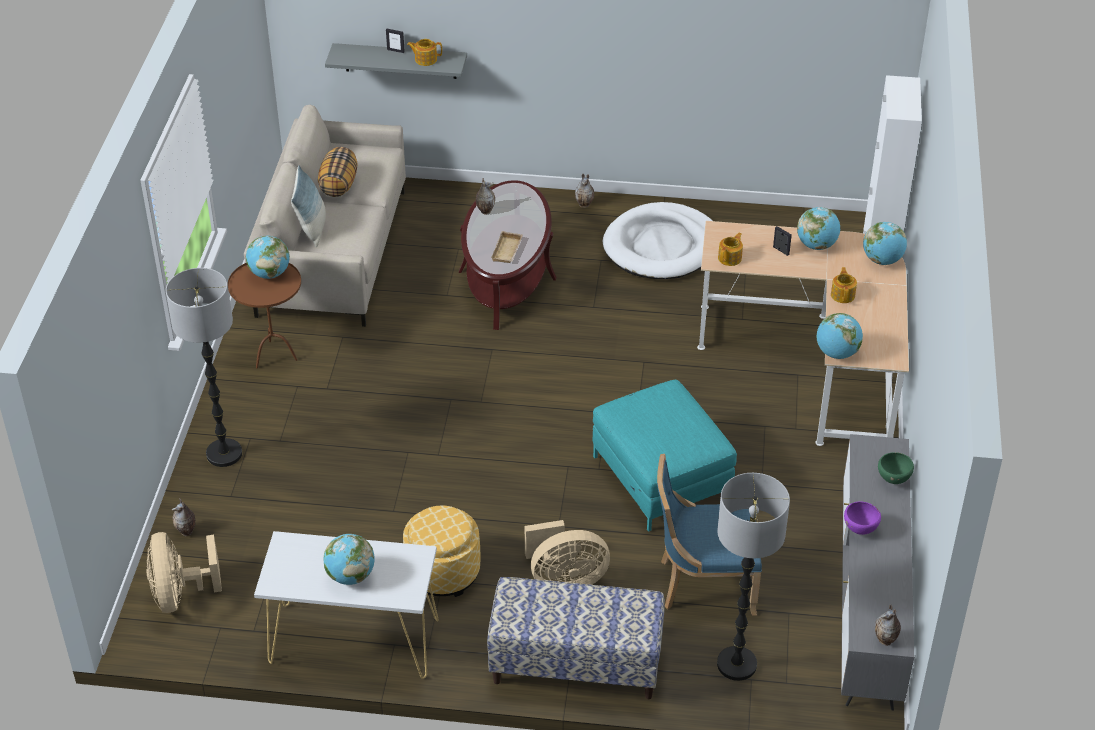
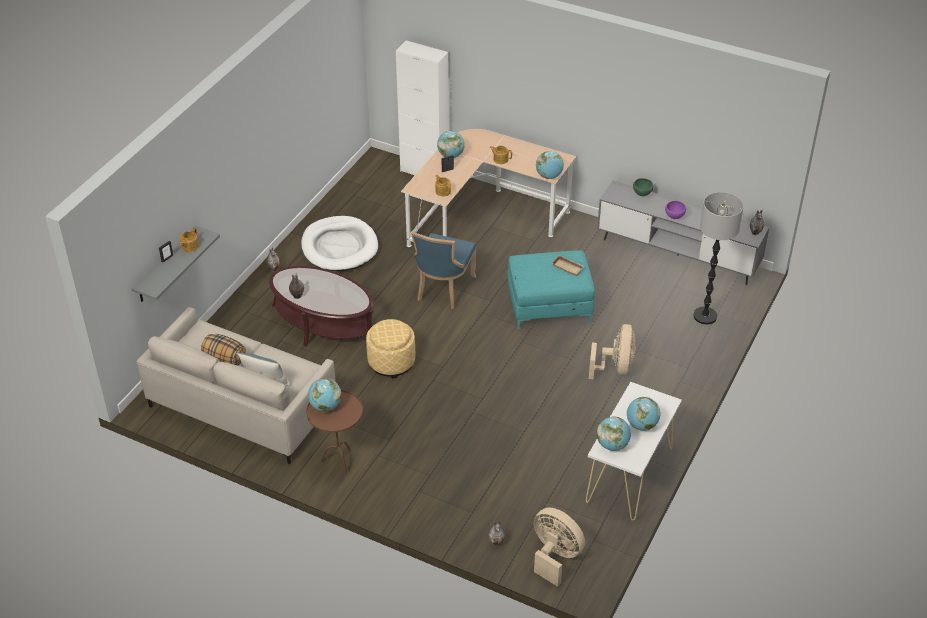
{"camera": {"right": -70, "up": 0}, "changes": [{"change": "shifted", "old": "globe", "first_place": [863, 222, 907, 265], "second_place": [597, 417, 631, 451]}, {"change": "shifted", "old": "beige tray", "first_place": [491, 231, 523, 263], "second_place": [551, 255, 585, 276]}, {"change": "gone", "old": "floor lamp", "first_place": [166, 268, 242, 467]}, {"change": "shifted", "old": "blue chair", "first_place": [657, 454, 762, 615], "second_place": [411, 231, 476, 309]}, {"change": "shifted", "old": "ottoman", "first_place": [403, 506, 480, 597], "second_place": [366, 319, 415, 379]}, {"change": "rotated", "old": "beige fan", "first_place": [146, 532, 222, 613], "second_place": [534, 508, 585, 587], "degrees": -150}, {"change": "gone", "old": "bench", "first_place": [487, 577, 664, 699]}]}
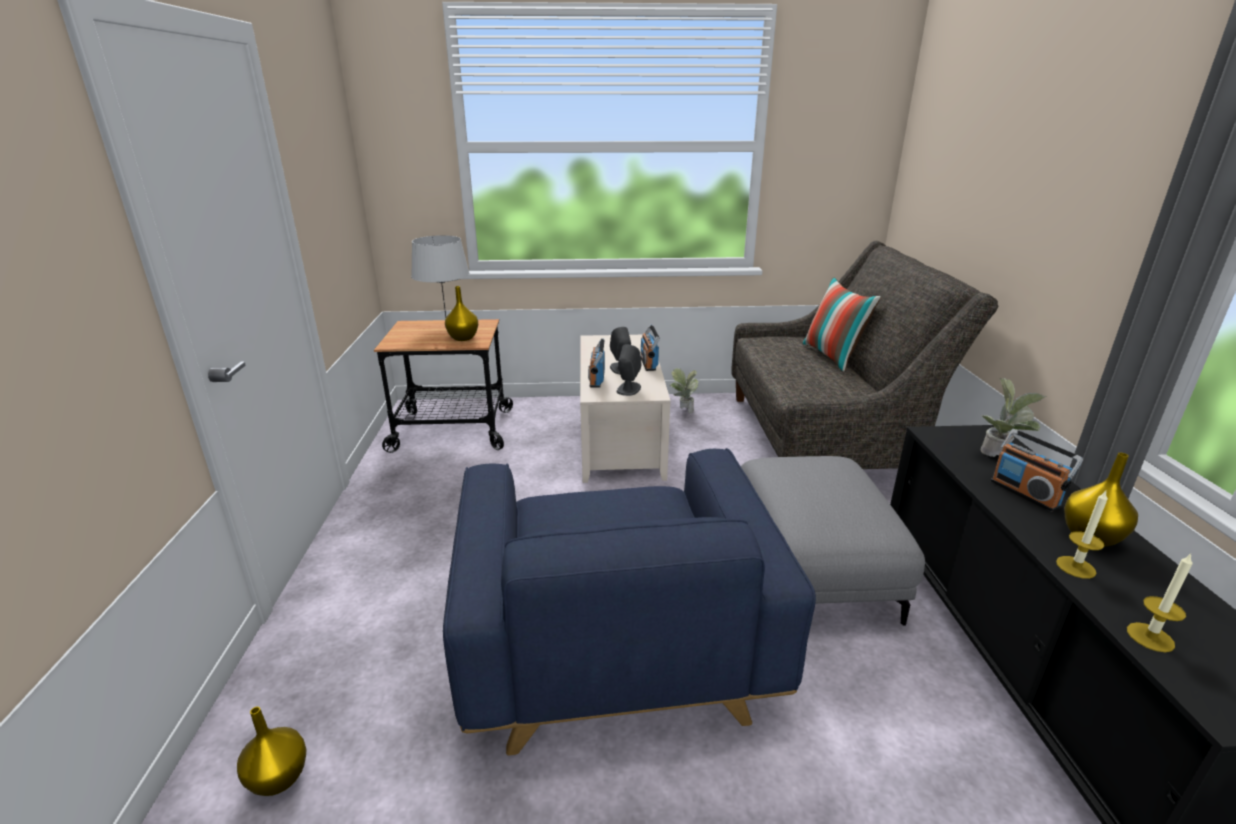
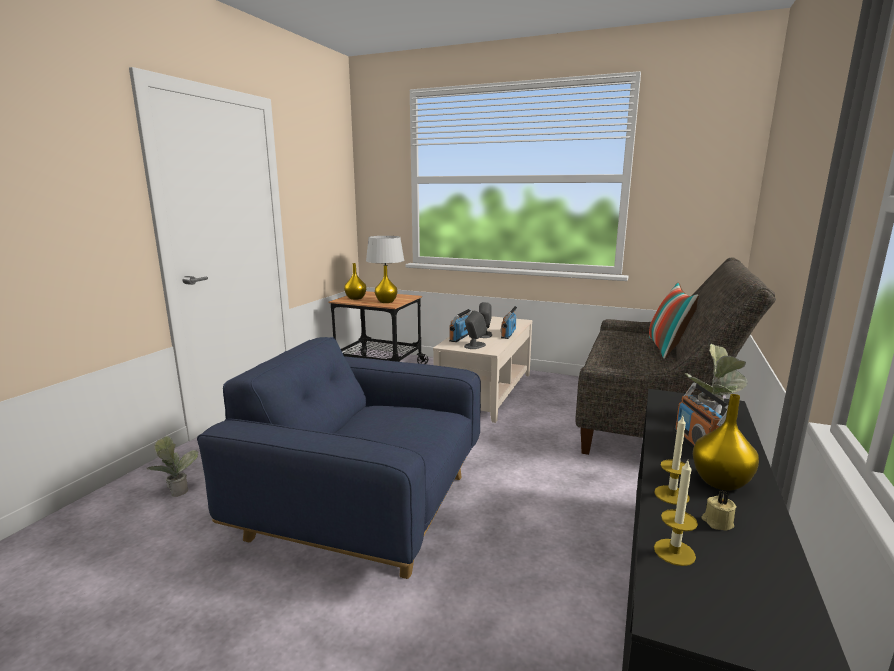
{"camera": {"right": 25, "up": -10}, "changes": [{"change": "shifted", "old": "potted plant", "first_place": [670, 368, 699, 413], "second_place": [147, 436, 198, 497]}, {"change": "rotated", "old": "blue armchair", "first_place": [443, 448, 816, 755], "second_place": [197, 337, 481, 579], "degrees": 90}, {"change": "gone", "old": "grey ottoman", "first_place": [741, 456, 925, 626]}, {"change": "shifted", "old": "yellow vase", "first_place": [237, 707, 307, 796], "second_place": [344, 263, 366, 300]}, {"change": "new", "new": "beige candle", "second_place": [701, 490, 736, 530]}]}
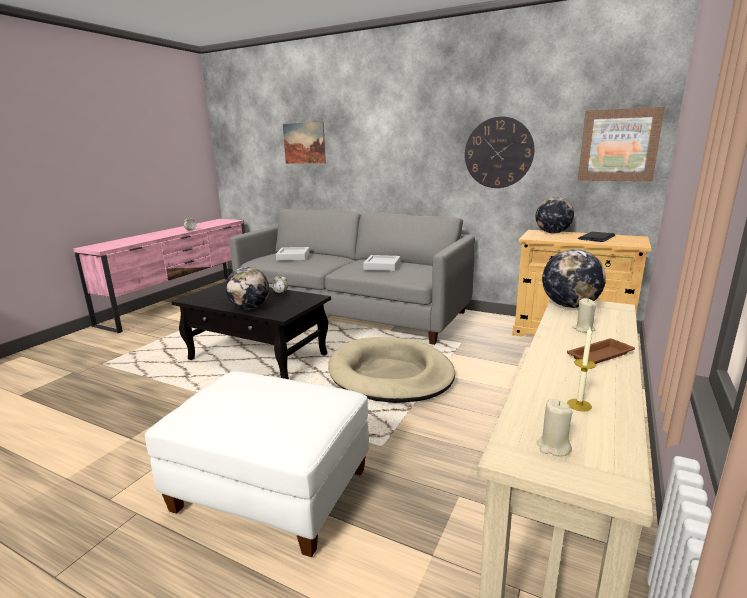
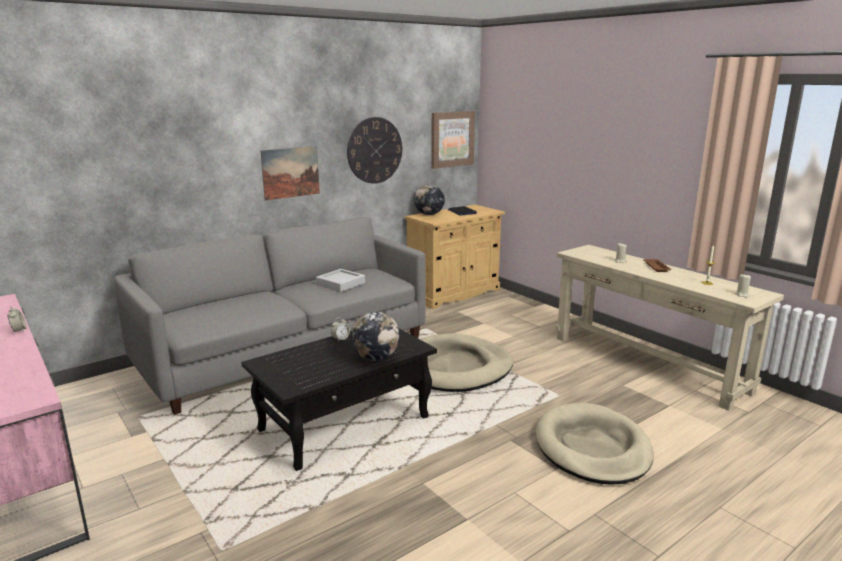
{"camera": {"right": -65, "up": 0}, "changes": [{"change": "shifted", "old": "picture", "first_place": [283, 122, 326, 164], "second_place": [261, 146, 320, 201]}, {"change": "gone", "old": "grey tray", "first_place": [276, 247, 309, 261]}, {"change": "gone", "old": "globe", "first_place": [542, 249, 606, 308]}, {"change": "swapped", "old": "white ottoman", "new": "beige dog bed", "first_place": [145, 371, 369, 557], "second_place": [535, 403, 653, 485]}]}
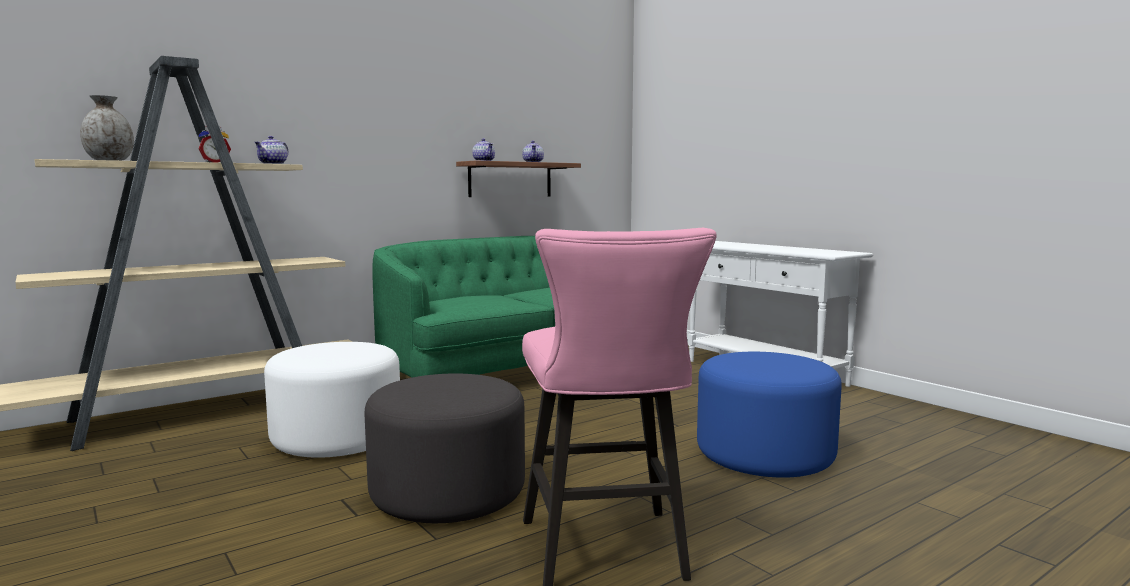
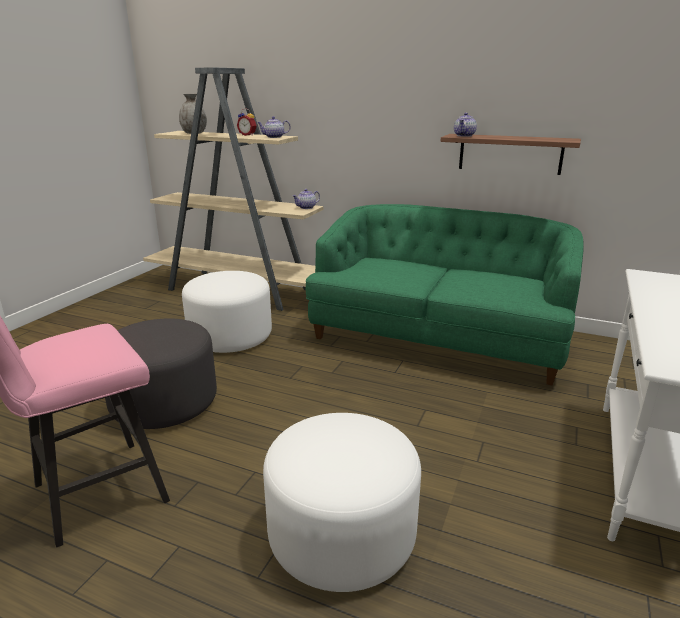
{"camera": {"right": 60, "up": 15}, "changes": [{"change": "shifted", "old": "teapot", "first_place": [522, 141, 544, 162], "second_place": [292, 189, 320, 209]}, {"change": "repainted", "old": "blue ottoman", "new": "white ottoman", "first_place": [697, 352, 841, 478], "second_place": [263, 413, 421, 592]}]}
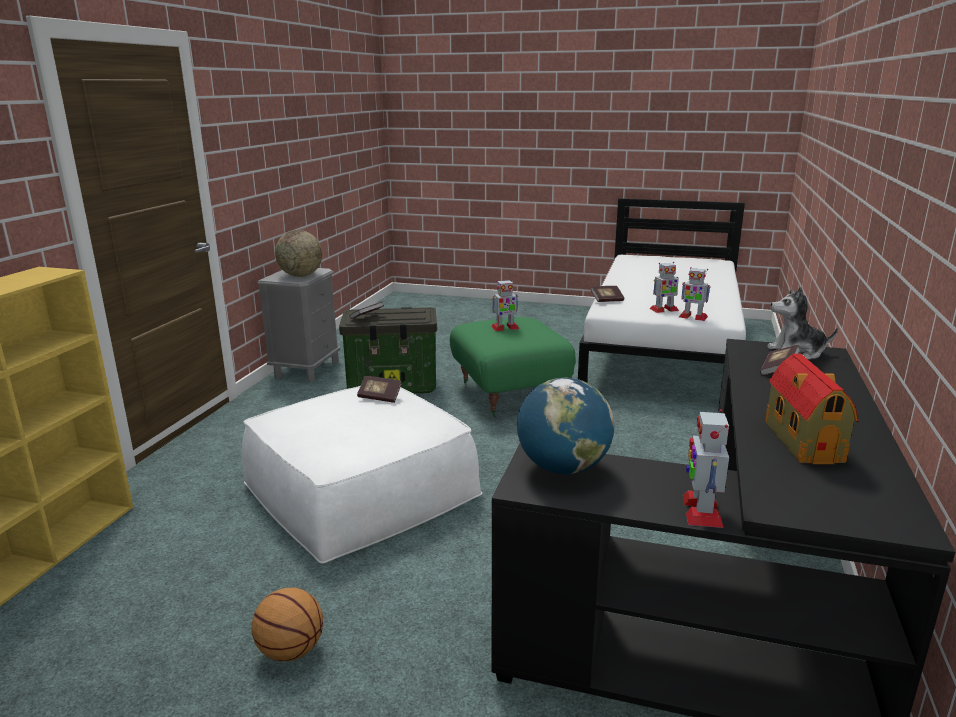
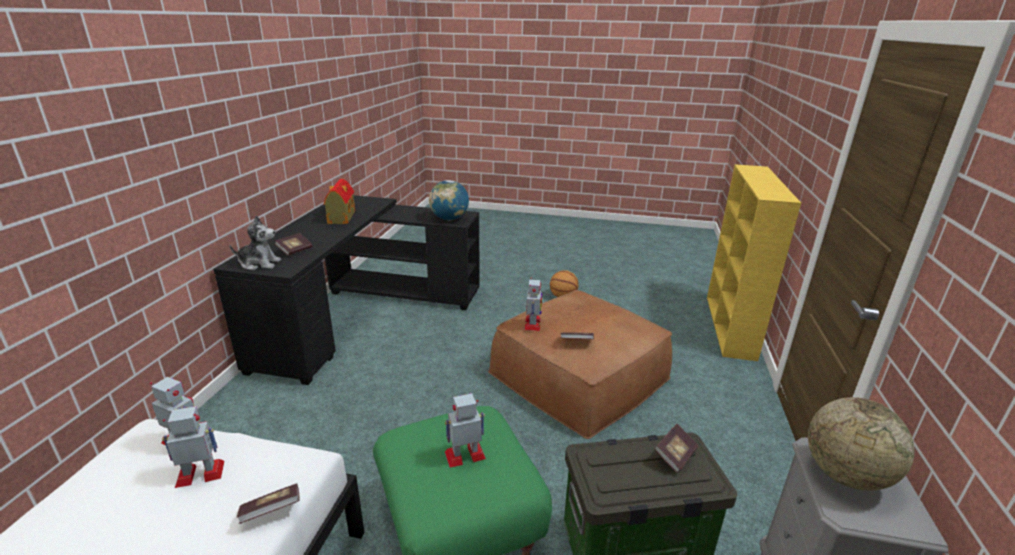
{"camera": {"right": 175, "up": 5}, "changes": [{"change": "repainted", "old": "white ottoman", "new": "brown ottoman", "first_place": [242, 386, 482, 564], "second_place": [488, 290, 672, 439]}, {"change": "shifted", "old": "toy robot", "first_place": [683, 409, 729, 528], "second_place": [525, 278, 542, 331]}]}
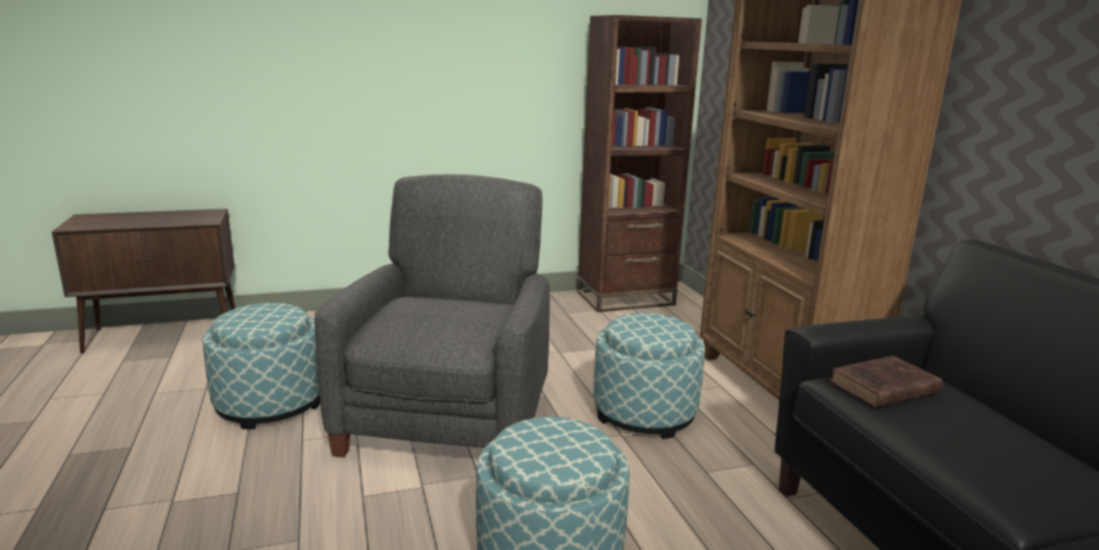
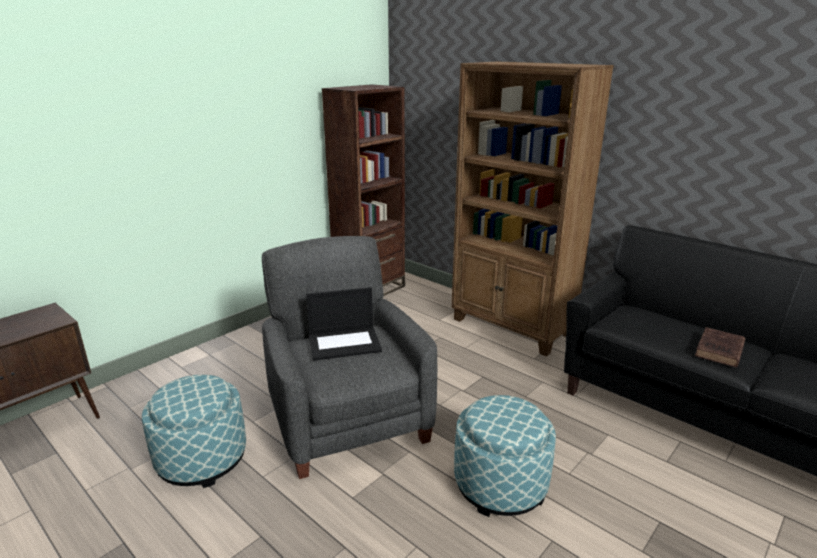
{"camera": {"right": -30, "up": 5}, "changes": [{"change": "gone", "old": "ottoman", "first_place": [593, 313, 705, 439]}, {"change": "shifted", "old": "brown book", "first_place": [830, 356, 943, 407], "second_place": [695, 327, 745, 367]}, {"change": "new", "new": "laptop", "second_place": [306, 287, 382, 361]}]}
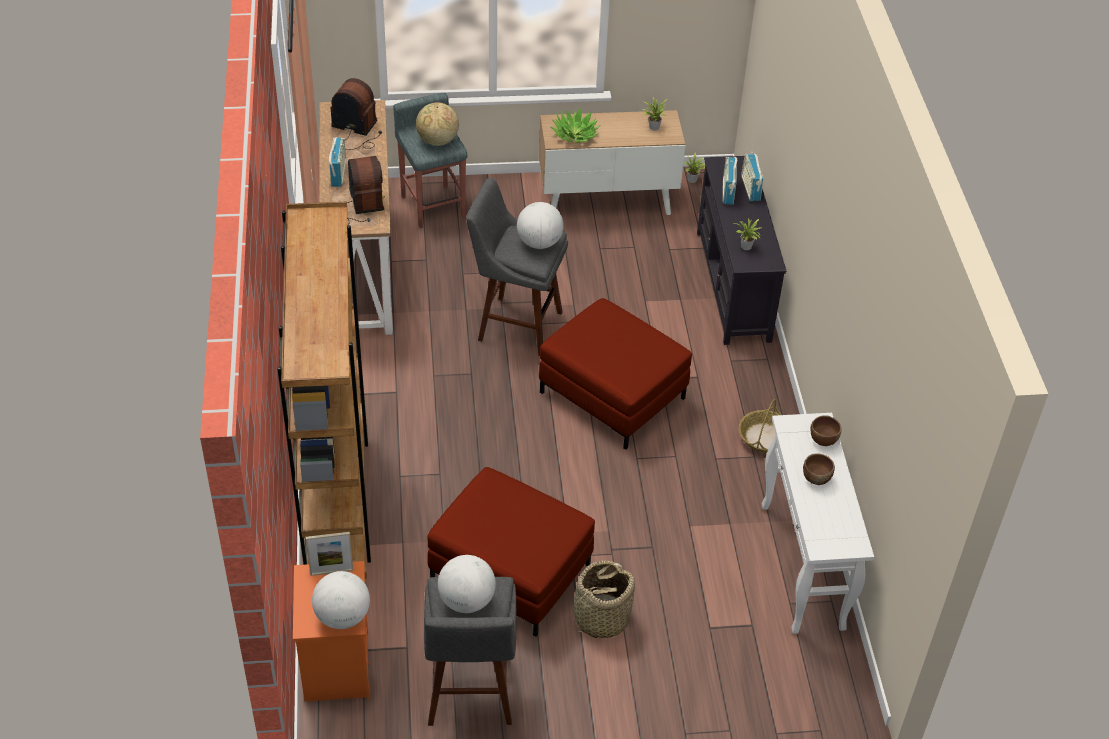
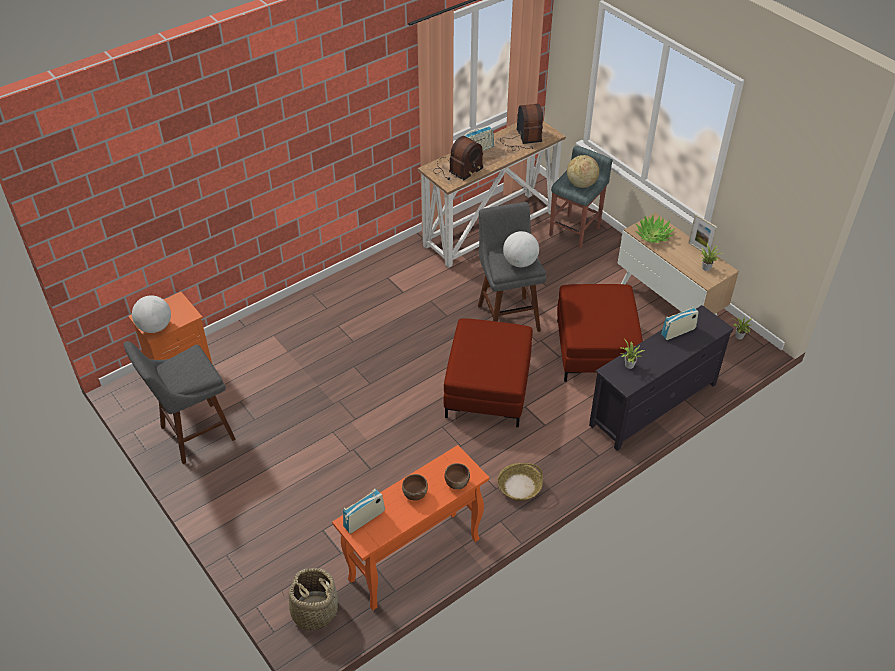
{"camera": {"right": 60, "up": 0}, "changes": [{"change": "shifted", "old": "radio", "first_place": [741, 152, 763, 201], "second_place": [343, 489, 385, 533]}, {"change": "gone", "old": "brown bookcase", "first_place": [277, 201, 371, 578]}, {"change": "repainted", "old": "white console table", "new": "orange console table", "first_place": [762, 413, 874, 634], "second_place": [332, 445, 489, 610]}, {"change": "shifted", "old": "red ottoman", "first_place": [427, 467, 595, 637], "second_place": [557, 284, 643, 382]}, {"change": "shifted", "old": "picture frame", "first_place": [306, 532, 353, 576], "second_place": [689, 214, 717, 255]}, {"change": "gone", "old": "globe", "first_place": [438, 555, 496, 613]}, {"change": "shifted", "old": "basket", "first_place": [570, 560, 635, 638], "second_place": [281, 568, 342, 630]}]}
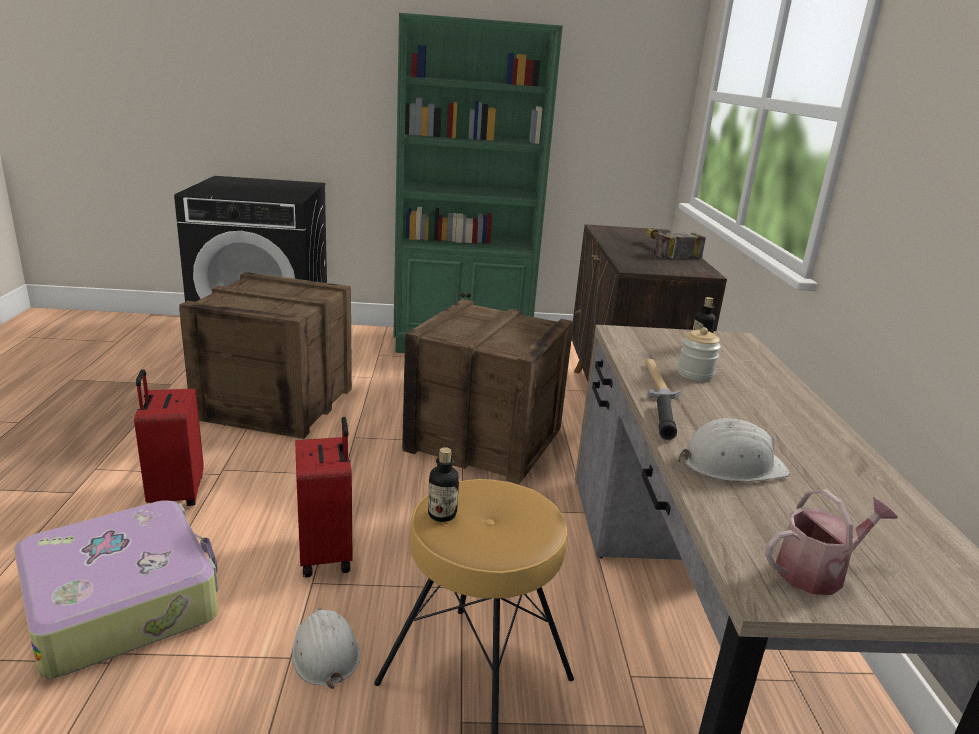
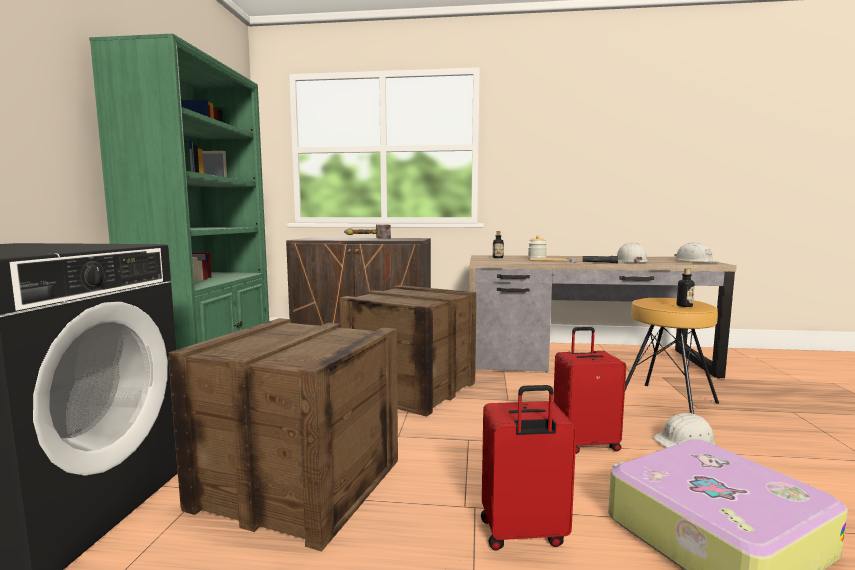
{"camera": {"right": -80, "up": -15}, "changes": [{"change": "swapped", "old": "watering can", "new": "white hard hat", "first_place": [765, 489, 898, 595], "second_place": [674, 242, 719, 262]}]}
